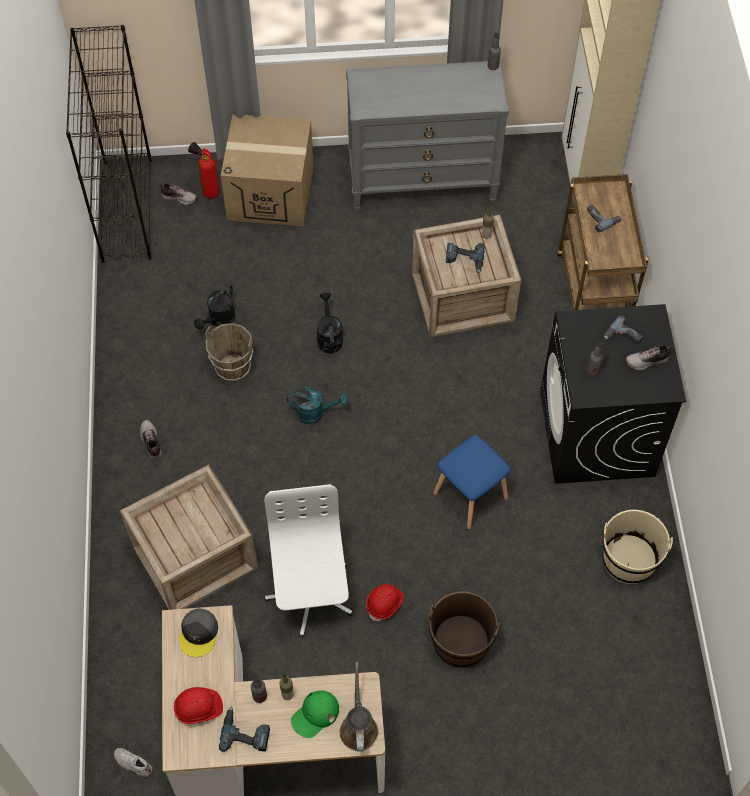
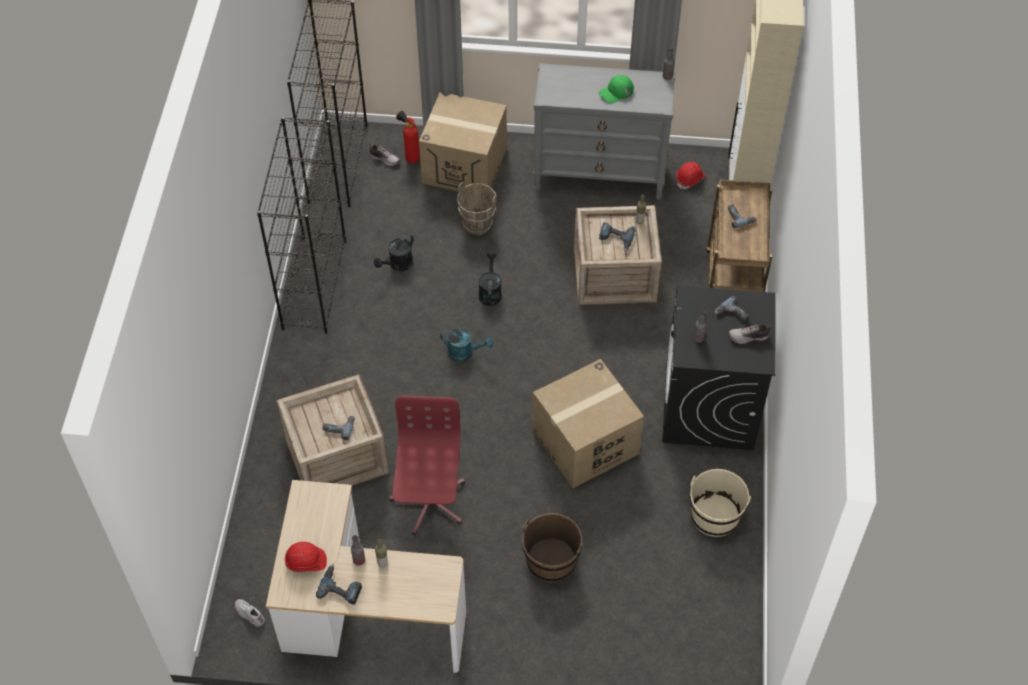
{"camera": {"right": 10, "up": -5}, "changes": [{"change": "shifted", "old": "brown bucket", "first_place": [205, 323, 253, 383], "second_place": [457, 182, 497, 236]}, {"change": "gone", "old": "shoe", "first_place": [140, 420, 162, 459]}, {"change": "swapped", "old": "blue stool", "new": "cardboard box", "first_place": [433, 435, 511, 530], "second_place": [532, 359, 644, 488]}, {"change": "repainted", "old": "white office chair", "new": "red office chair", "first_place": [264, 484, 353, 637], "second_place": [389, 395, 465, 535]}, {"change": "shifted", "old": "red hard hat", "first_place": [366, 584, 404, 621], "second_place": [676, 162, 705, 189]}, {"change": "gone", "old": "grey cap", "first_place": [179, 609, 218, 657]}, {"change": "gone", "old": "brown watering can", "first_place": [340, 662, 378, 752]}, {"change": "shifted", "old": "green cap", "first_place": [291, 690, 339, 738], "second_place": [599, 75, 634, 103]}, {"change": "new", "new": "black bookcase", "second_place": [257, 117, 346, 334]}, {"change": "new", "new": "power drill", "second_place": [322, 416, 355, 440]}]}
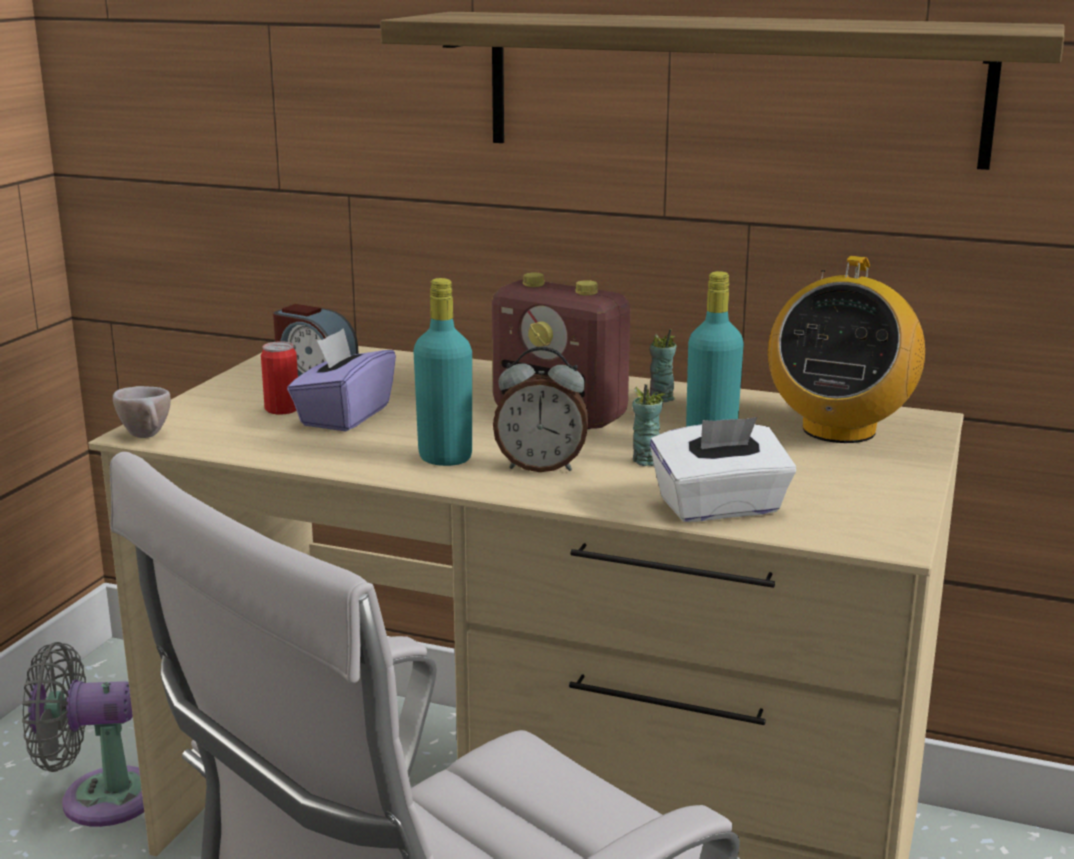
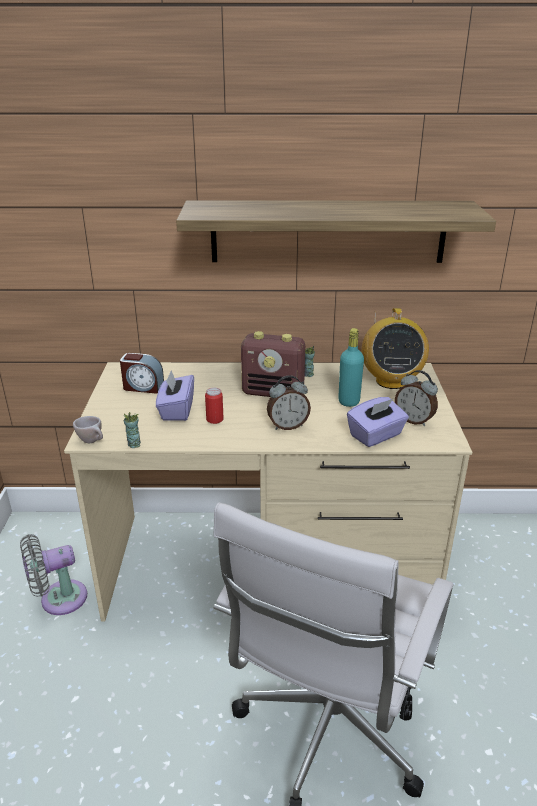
{"camera": {"right": -20, "up": 10}, "changes": [{"change": "gone", "old": "turquoise bottle", "first_place": [413, 278, 472, 466]}, {"change": "shifted", "old": "can", "first_place": [261, 341, 298, 415], "second_place": [205, 388, 224, 424]}, {"change": "shifted", "old": "cup", "first_place": [632, 384, 665, 466], "second_place": [124, 412, 141, 448]}, {"change": "repainted", "old": "white tissue box", "new": "purple tissue box", "first_place": [650, 417, 796, 522], "second_place": [347, 397, 409, 447]}, {"change": "new", "new": "alarm clock", "second_place": [395, 370, 438, 426]}]}
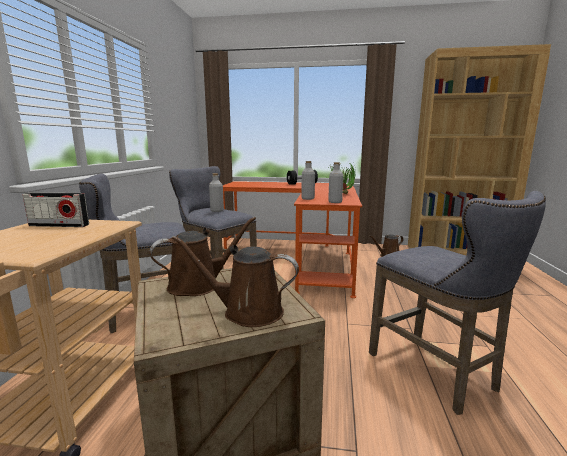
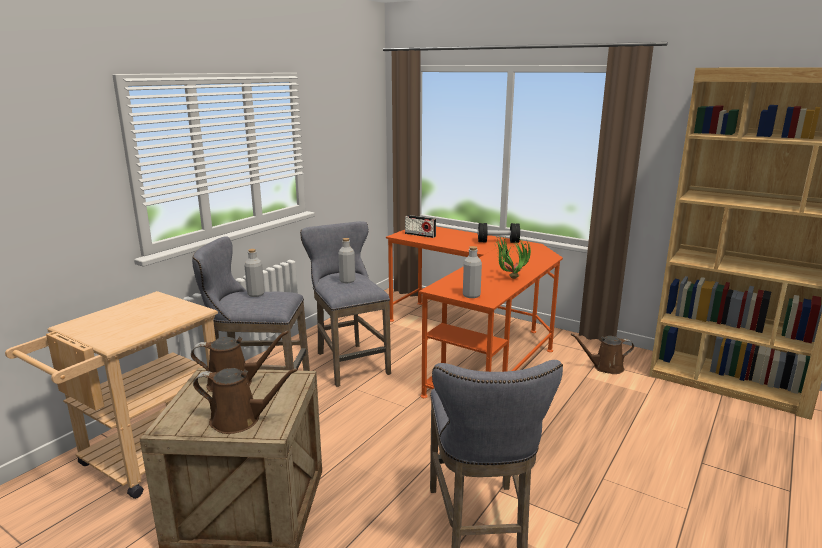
{"camera": {"right": 25, "up": 5}, "changes": [{"change": "shifted", "old": "grey bottle", "first_place": [301, 161, 315, 200], "second_place": [244, 249, 265, 297]}, {"change": "shifted", "old": "radio", "first_place": [23, 192, 89, 227], "second_place": [405, 215, 436, 238]}, {"change": "rotated", "old": "brown watering can", "first_place": [172, 236, 299, 327], "second_place": [193, 368, 298, 434], "degrees": 150}]}
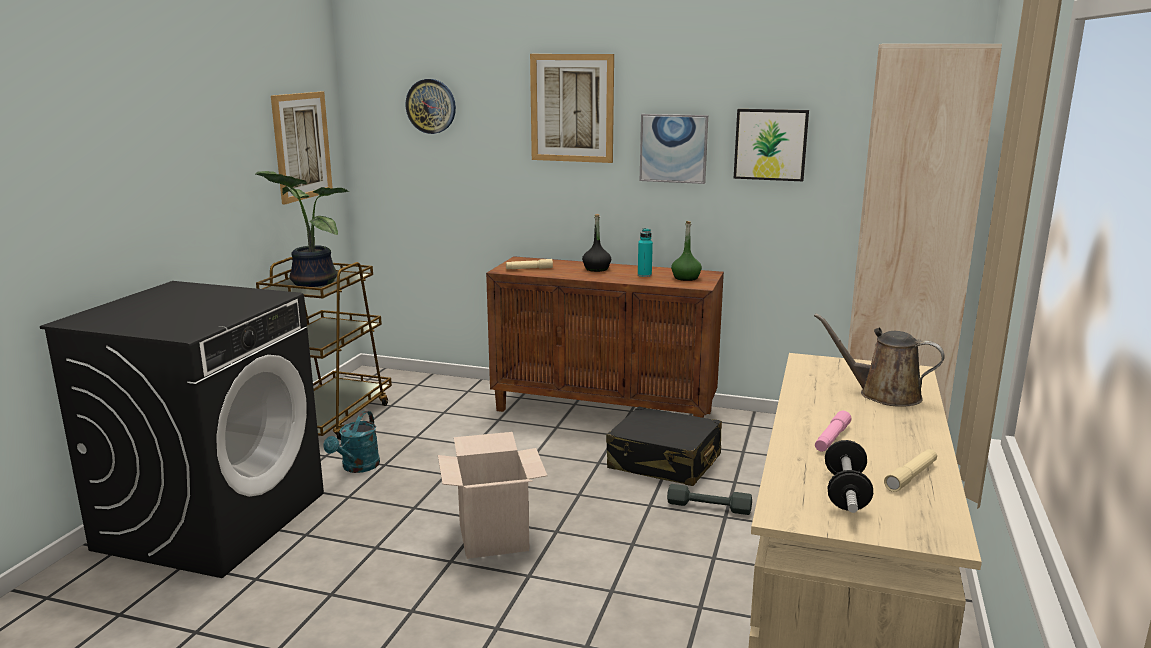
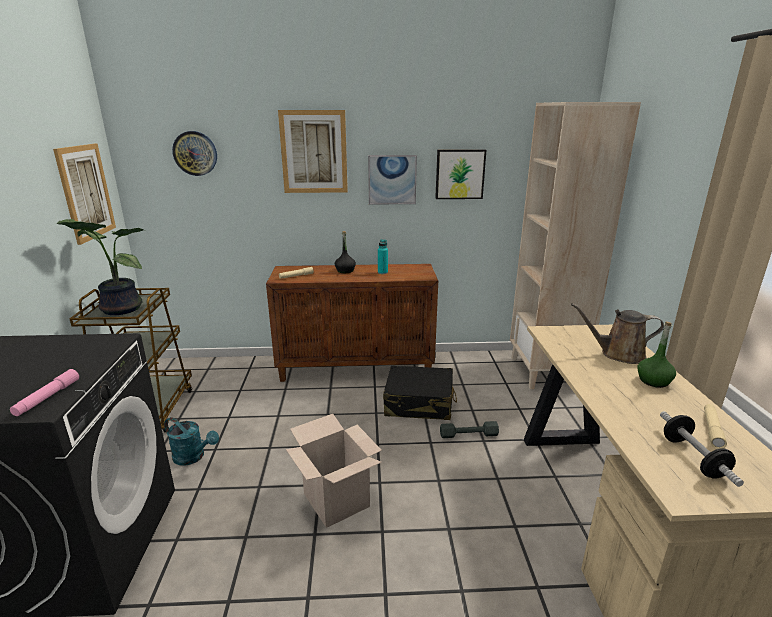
{"camera": {"right": -20, "up": 5}, "changes": [{"change": "shifted", "old": "green bottle", "first_place": [671, 221, 702, 281], "second_place": [637, 321, 676, 388]}, {"change": "rotated", "old": "turquoise watering can", "first_place": [323, 411, 380, 473], "second_place": [164, 417, 219, 466], "degrees": -60}, {"change": "shifted", "old": "pink flashlight", "first_place": [815, 411, 851, 452], "second_place": [10, 369, 79, 416]}]}
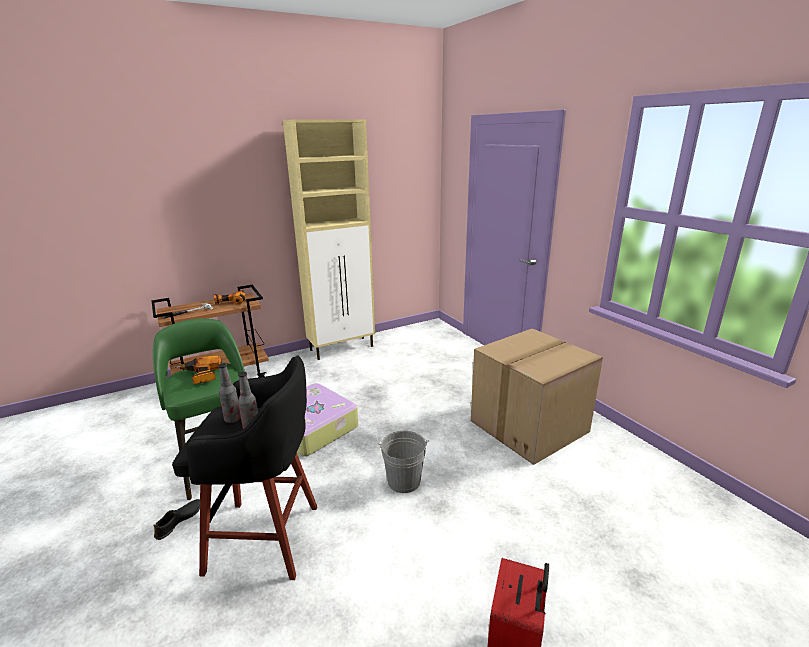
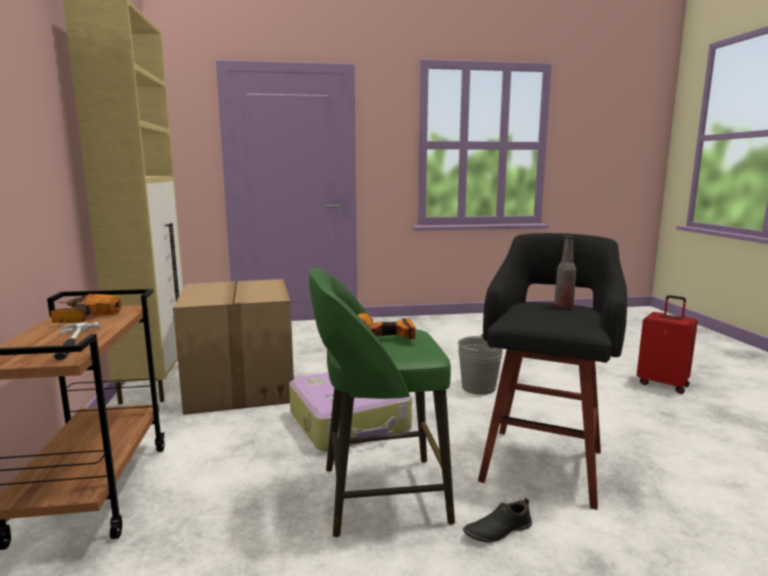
{"camera": {"right": -70, "up": -10}, "changes": [{"change": "shifted", "old": "cardboard box", "first_place": [471, 328, 603, 465], "second_place": [173, 279, 294, 415]}, {"change": "gone", "old": "bottle", "first_place": [218, 363, 241, 423]}, {"change": "rotated", "old": "black shoe", "first_place": [153, 499, 200, 540], "second_place": [463, 498, 532, 543], "degrees": -75}]}
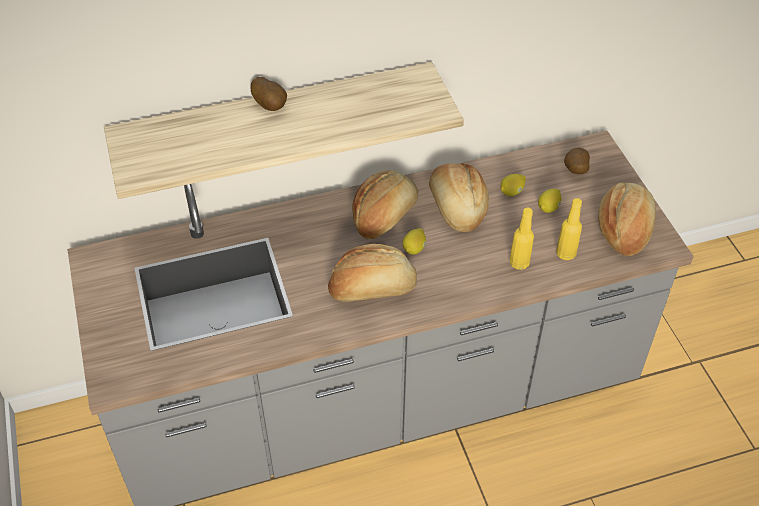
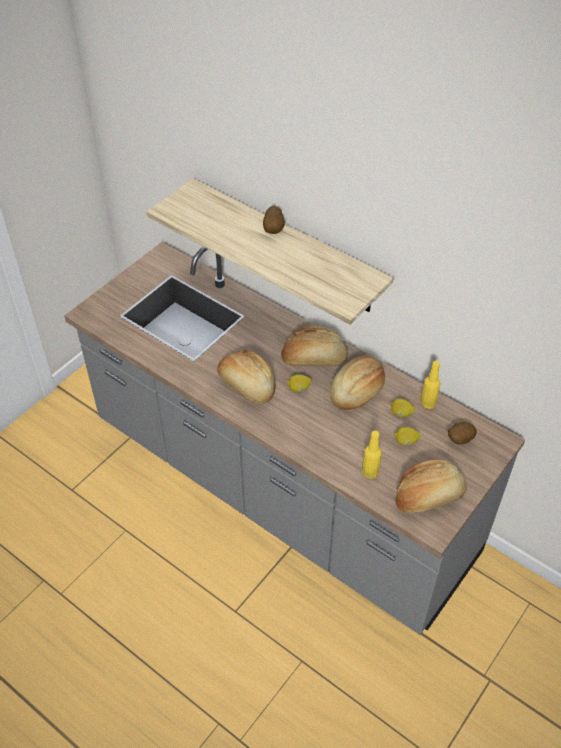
{"camera": {"right": 55, "up": 0}, "changes": [{"change": "shifted", "old": "yellow bottle", "first_place": [510, 207, 534, 270], "second_place": [420, 361, 440, 409]}]}
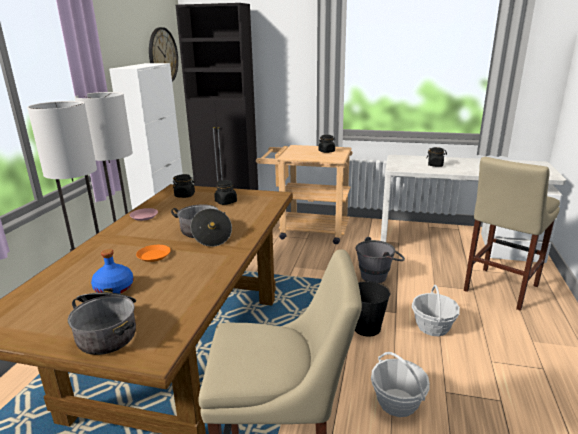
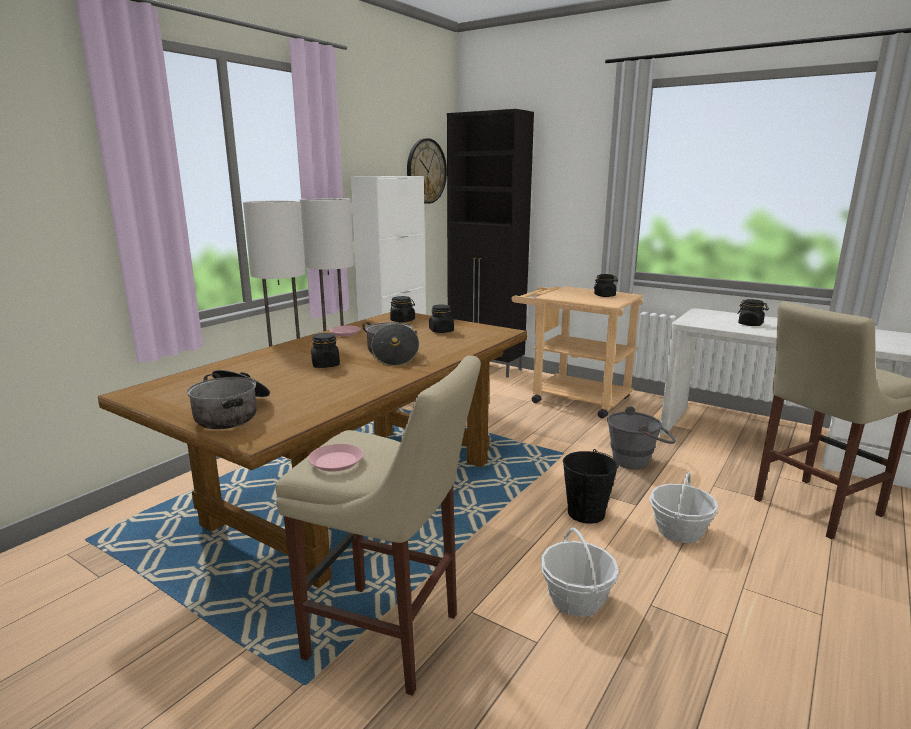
{"camera": {"right": 20, "up": -5}, "changes": [{"change": "swapped", "old": "orange plate", "new": "black jar", "first_place": [136, 245, 171, 262], "second_place": [311, 333, 340, 368]}, {"change": "gone", "old": "blue bottle", "first_place": [91, 249, 133, 294]}, {"change": "new", "new": "pink plate", "second_place": [308, 444, 363, 472]}]}
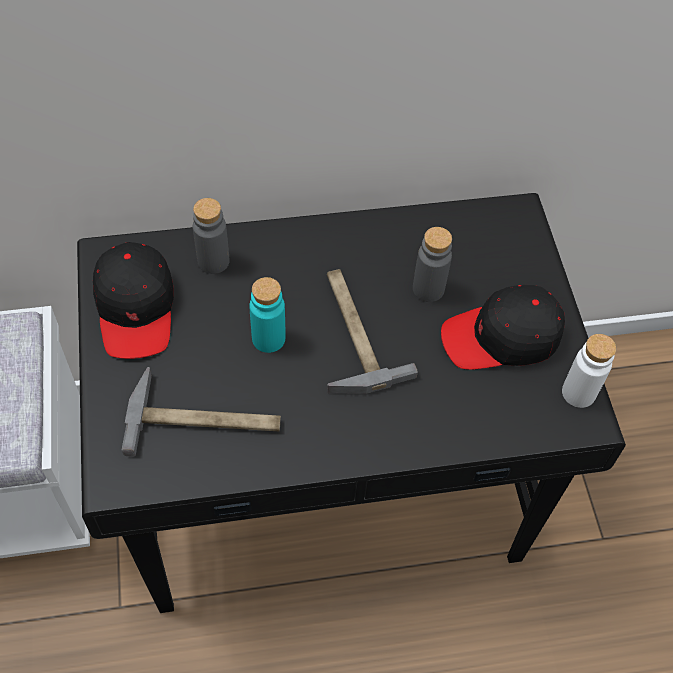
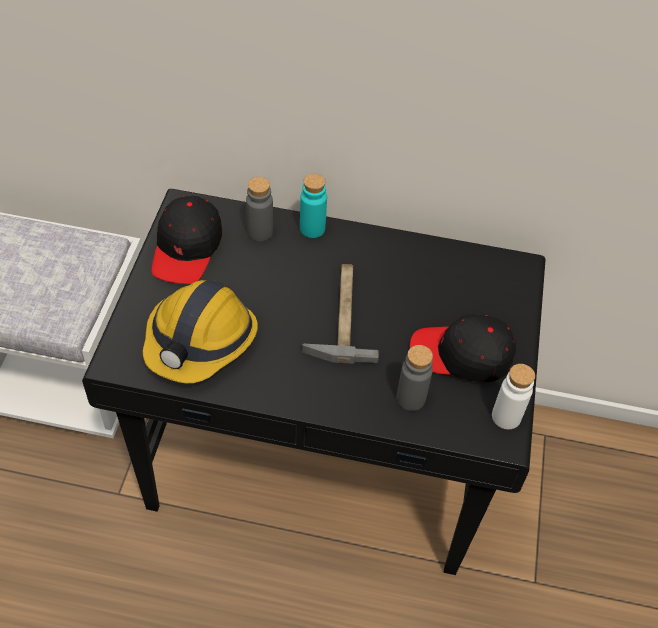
{"camera": {"right": 20, "up": -5}, "changes": [{"change": "shifted", "old": "grey bottle", "first_place": [413, 227, 452, 302], "second_place": [397, 345, 433, 411]}, {"change": "shifted", "old": "turquoise bottle", "first_place": [250, 277, 285, 353], "second_place": [300, 174, 327, 238]}, {"change": "swapped", "old": "hammer", "new": "hard hat", "first_place": [122, 367, 281, 457], "second_place": [143, 280, 258, 383]}]}
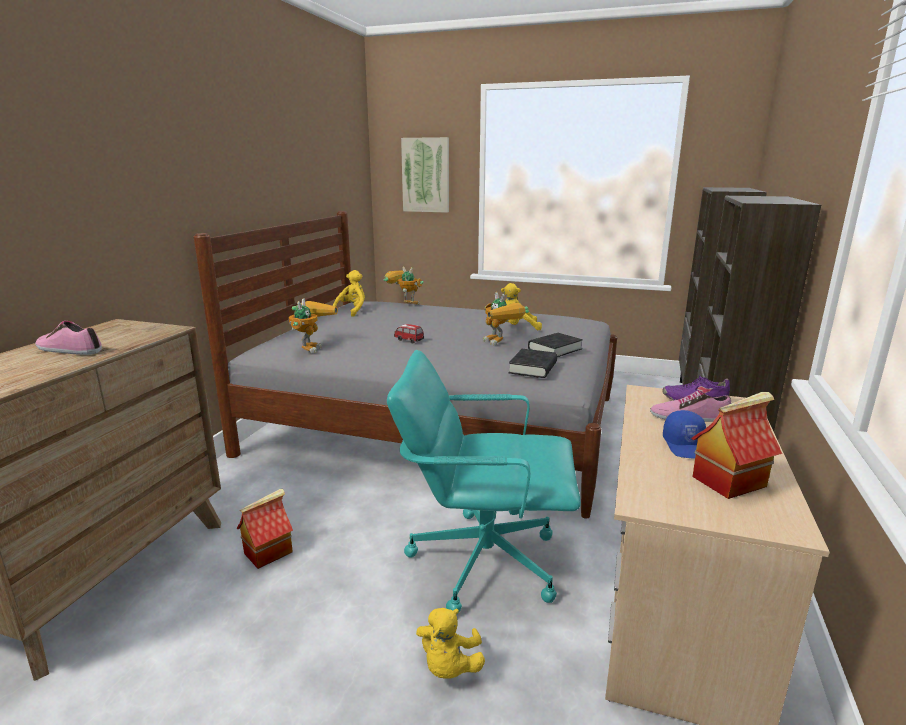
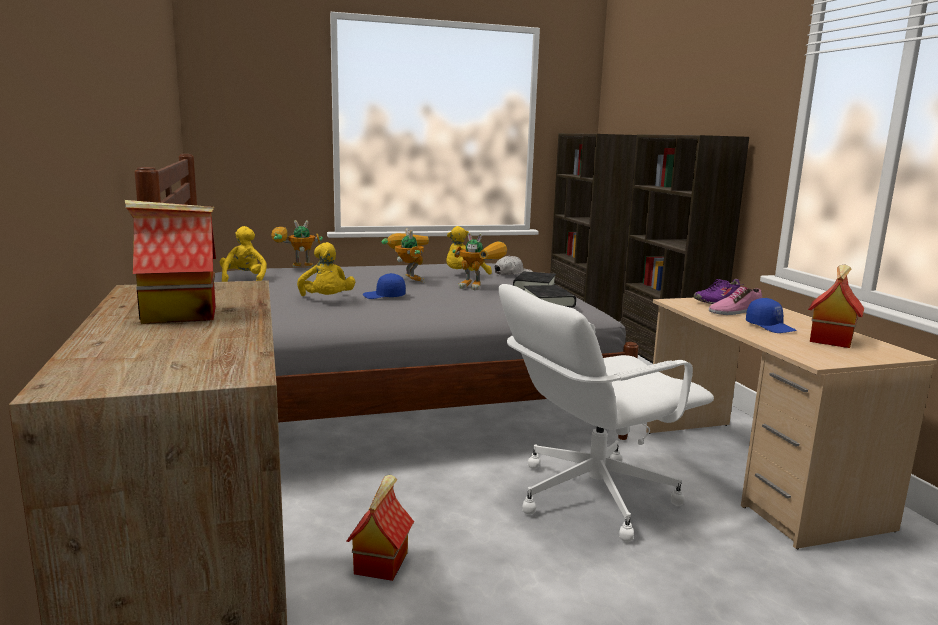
{"camera": {"right": -35, "up": -5}, "changes": [{"change": "gone", "old": "picture", "first_place": [401, 137, 449, 213]}, {"change": "shifted", "old": "toy robot", "first_place": [289, 298, 338, 354], "second_place": [382, 228, 429, 283]}, {"change": "swapped", "old": "shoe", "new": "toy house", "first_place": [35, 321, 102, 355], "second_place": [125, 200, 216, 324]}, {"change": "swapped", "old": "toy car", "new": "blue cap", "first_place": [394, 324, 424, 344], "second_place": [363, 273, 406, 299]}, {"change": "repainted", "old": "turquoise office chair", "new": "white office chair", "first_place": [387, 350, 581, 615], "second_place": [499, 284, 714, 542]}, {"change": "shifted", "old": "yellow plush toy", "first_place": [416, 607, 485, 679], "second_place": [297, 242, 355, 296]}, {"change": "new", "new": "white cap", "second_place": [495, 255, 533, 275]}]}
